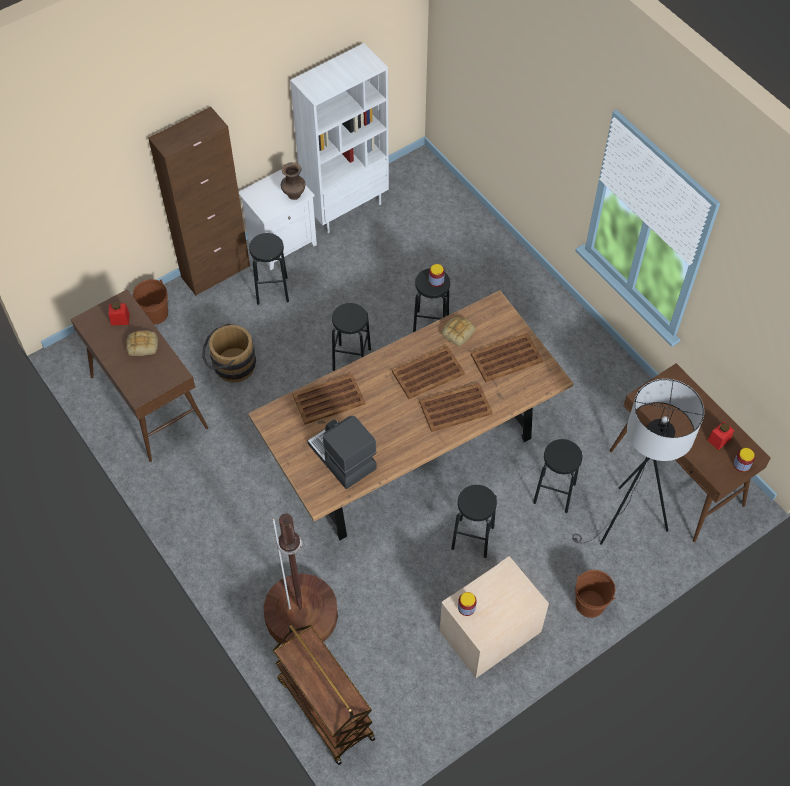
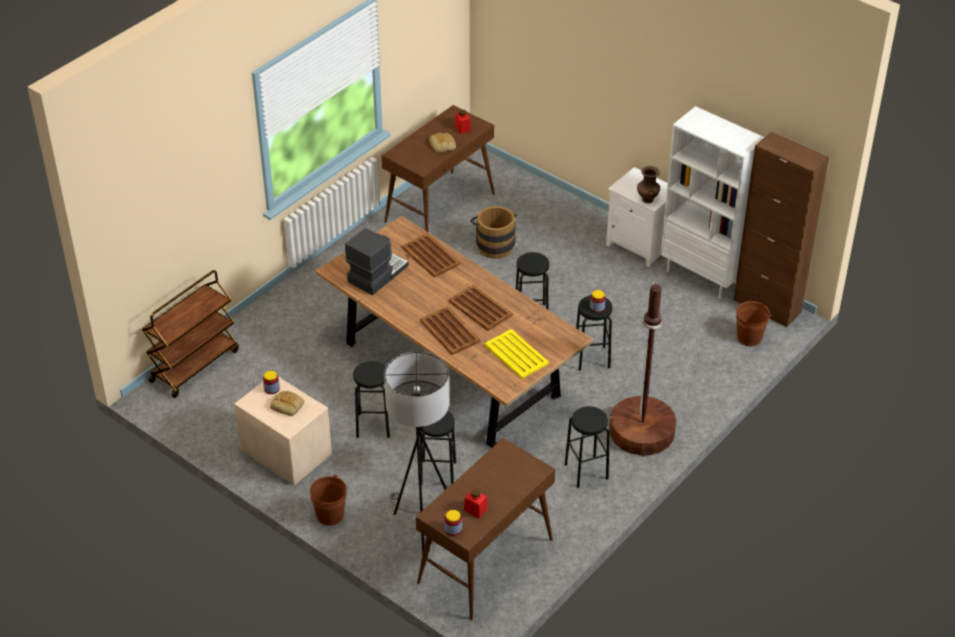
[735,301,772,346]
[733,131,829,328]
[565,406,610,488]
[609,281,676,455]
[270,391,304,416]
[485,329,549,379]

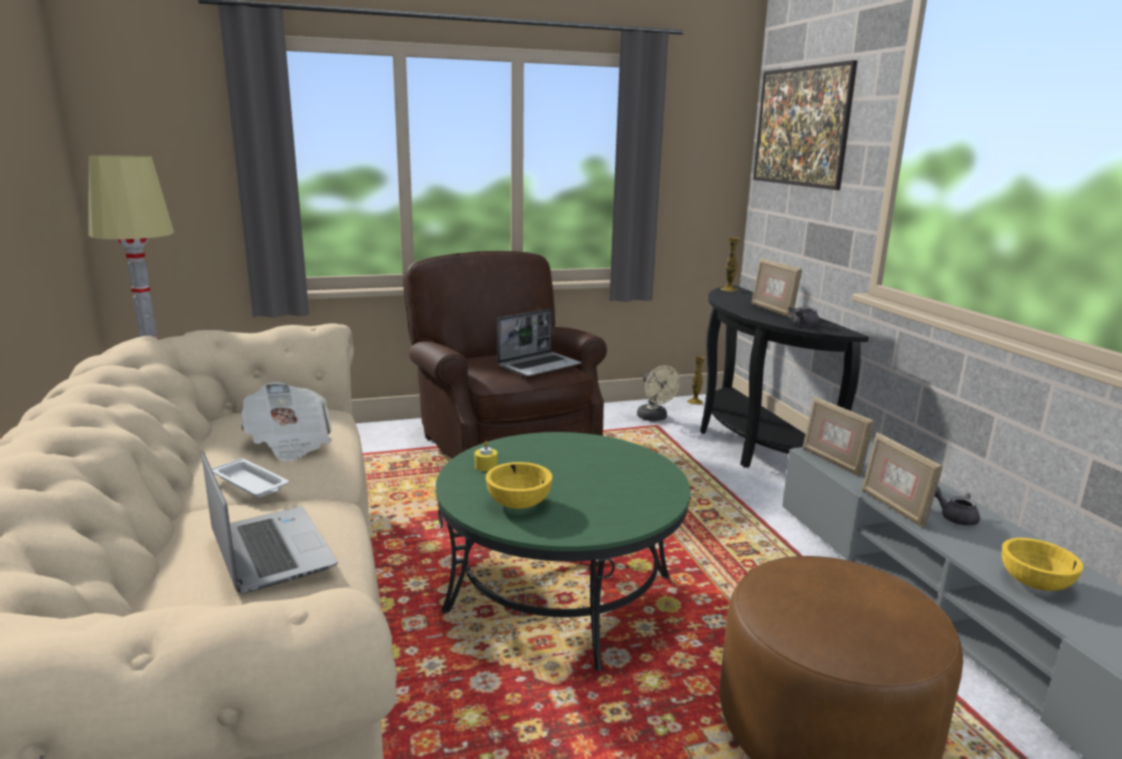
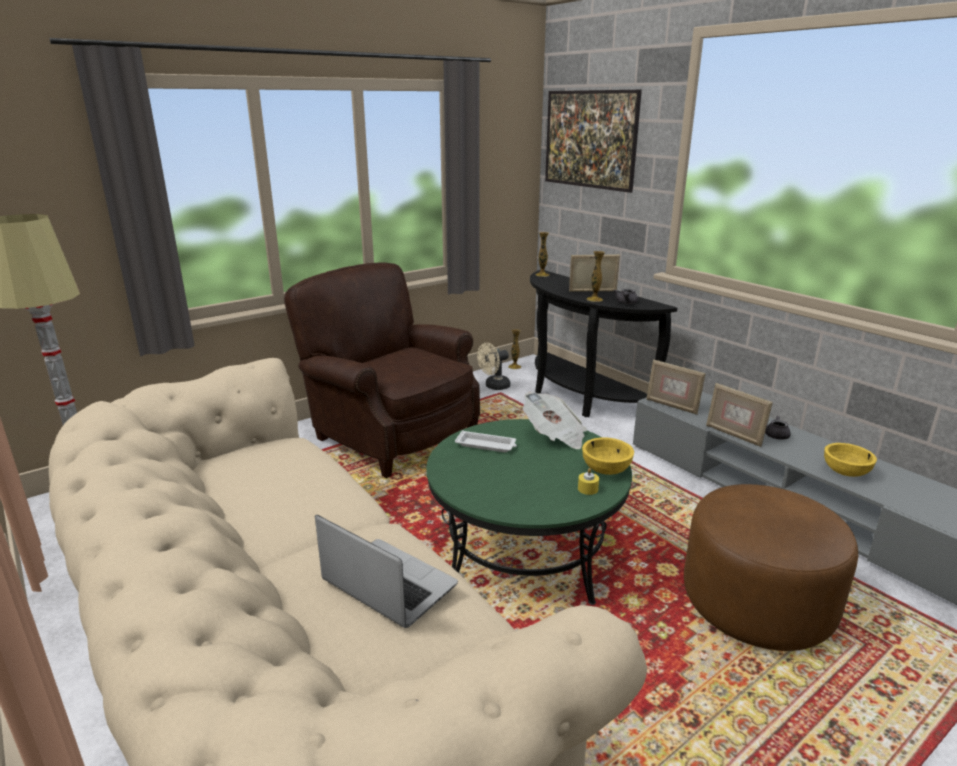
[497,309,581,377] (first image)
[587,251,605,302]
[455,430,517,453]
[523,392,587,449]
[578,468,599,495]
[582,437,634,475]
[477,343,510,390]
[569,254,620,292]

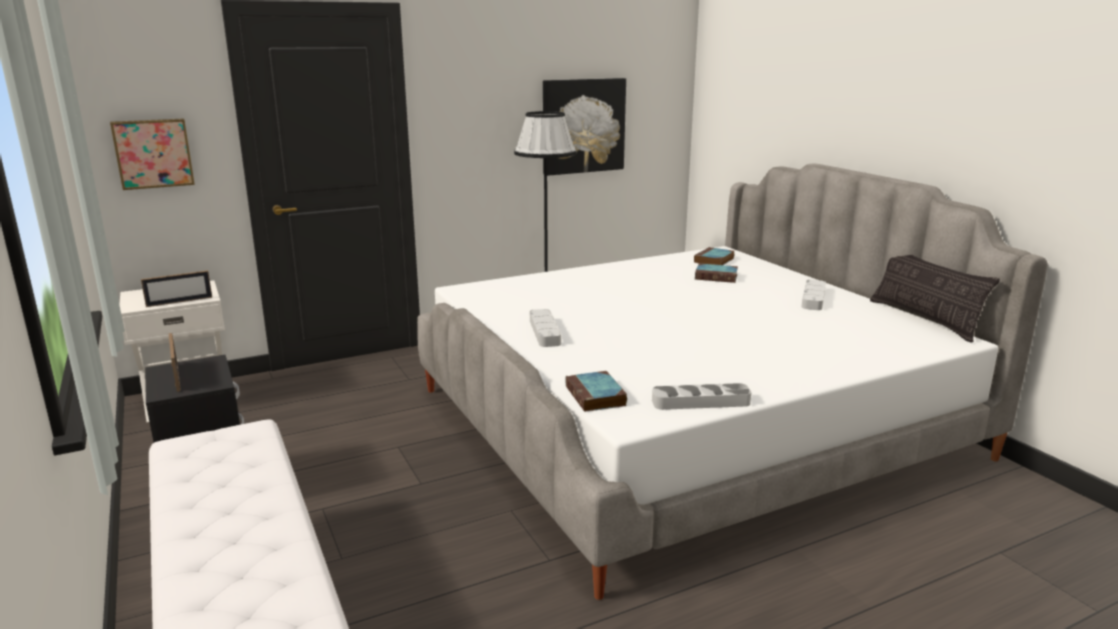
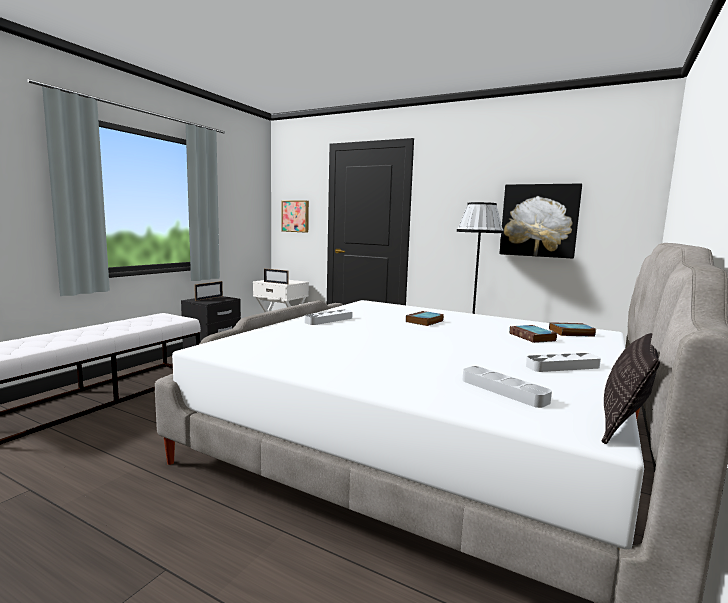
[406,311,444,326]
[463,366,552,408]

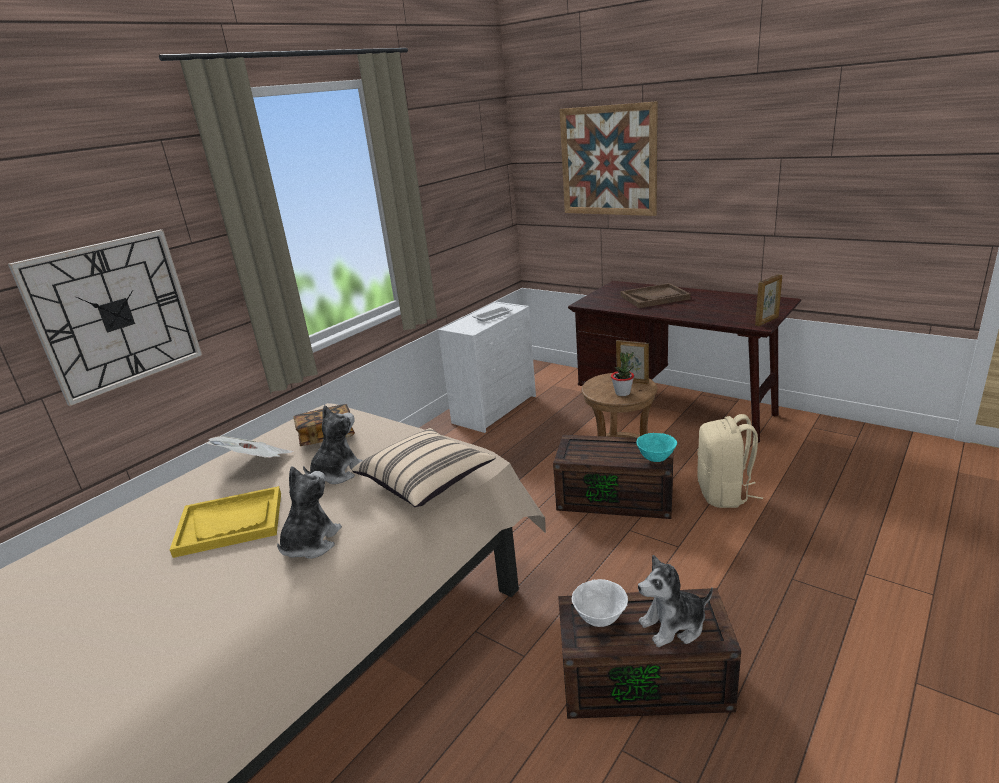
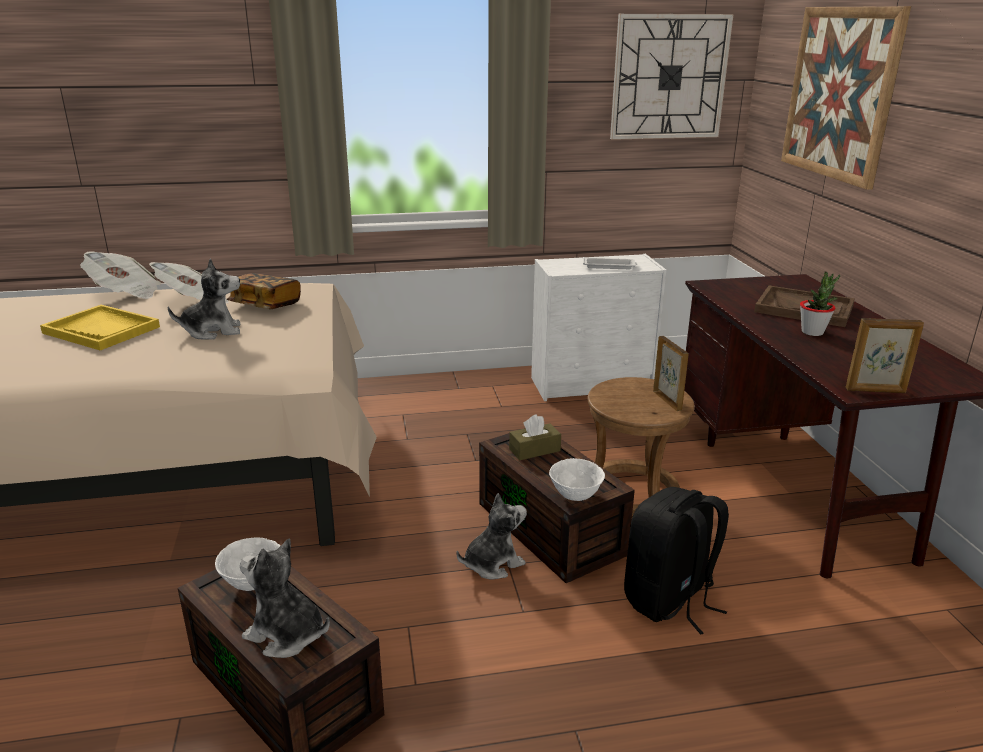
[352,428,496,507] (first image)
[80,251,161,299]
[509,414,561,460]
[610,14,734,140]
[456,493,527,580]
[800,271,840,336]
[549,458,605,501]
[624,487,729,635]

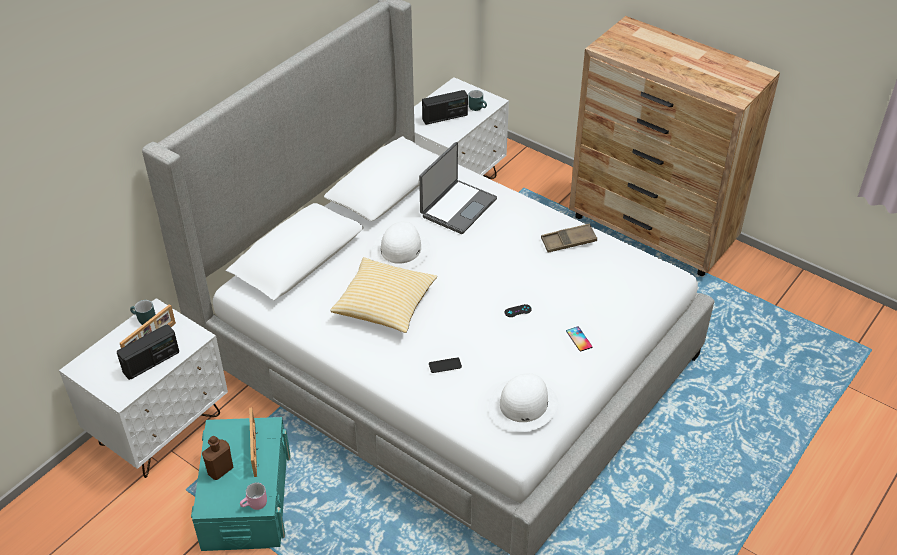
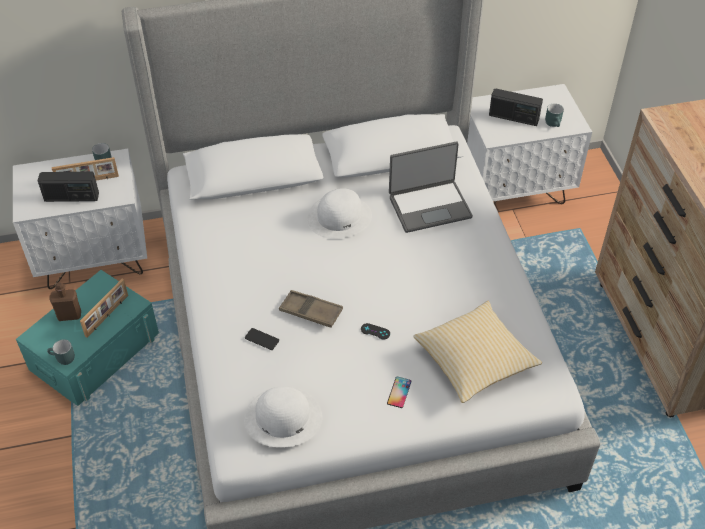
[413,301,542,403]
[279,290,343,328]
[47,339,75,365]

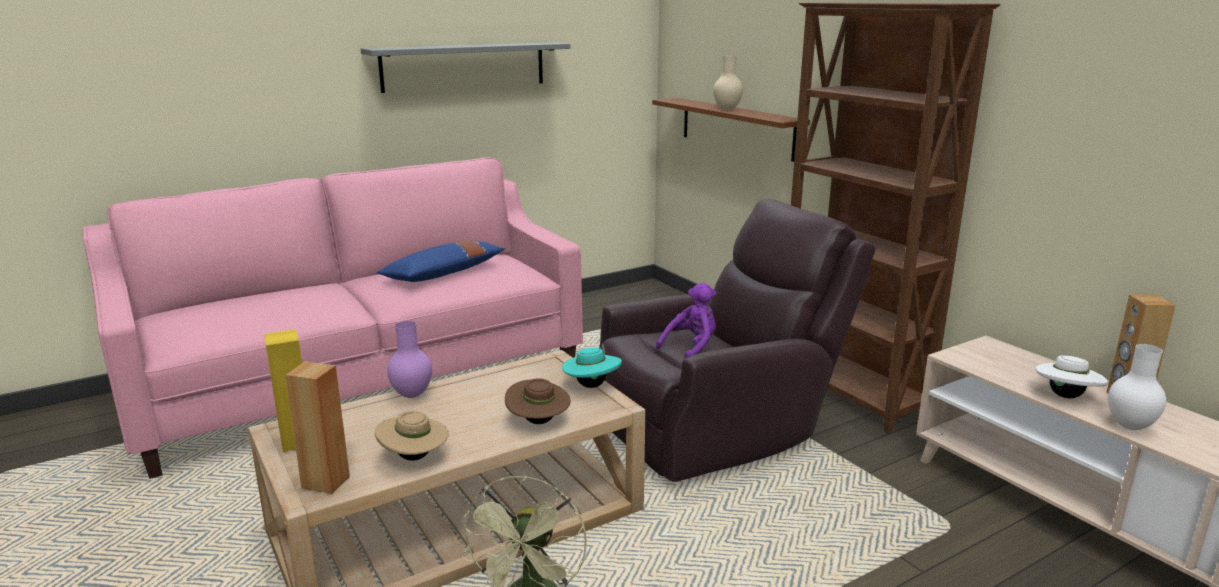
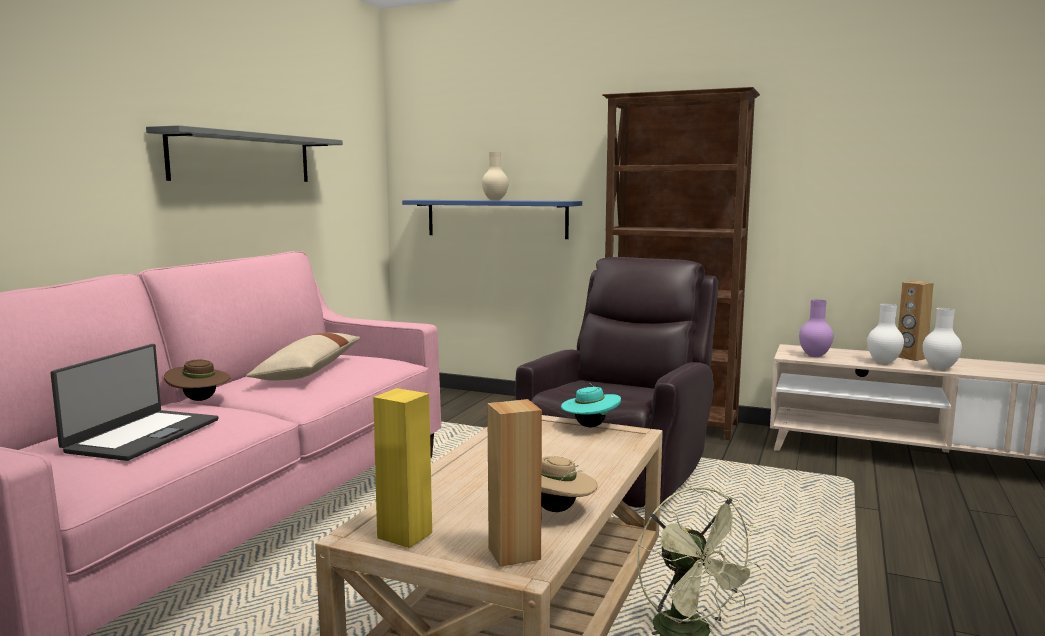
[656,283,716,358] (first image)
[50,344,219,461]
[799,300,834,357]
[164,360,230,401]
[867,304,904,364]
[246,333,361,381]
[402,200,582,239]

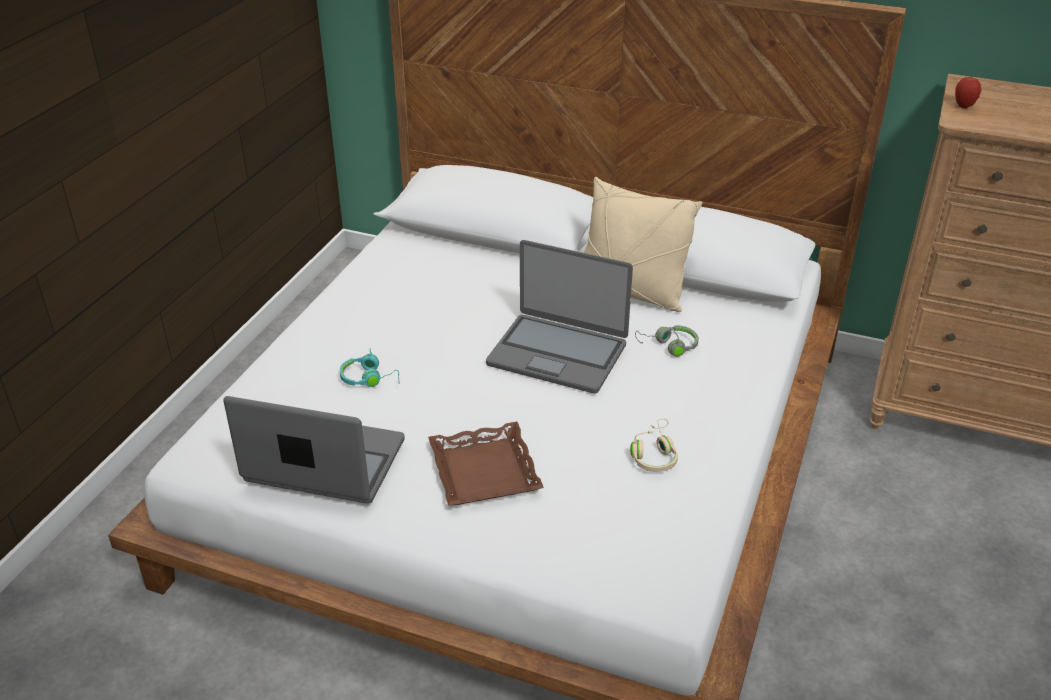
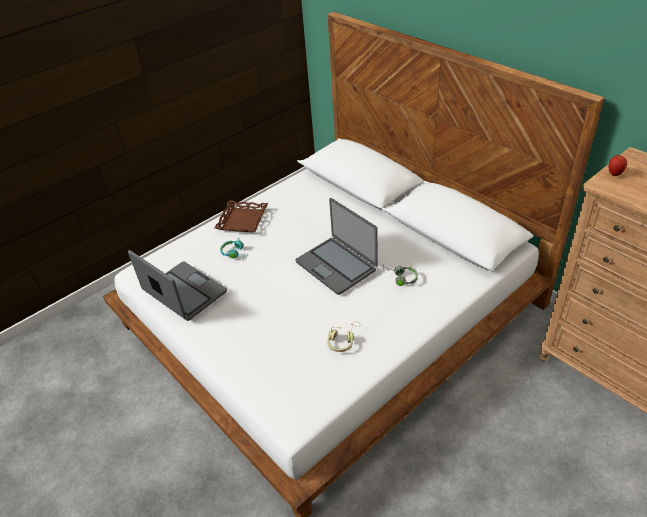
[584,177,703,312] (first image)
[214,200,268,233]

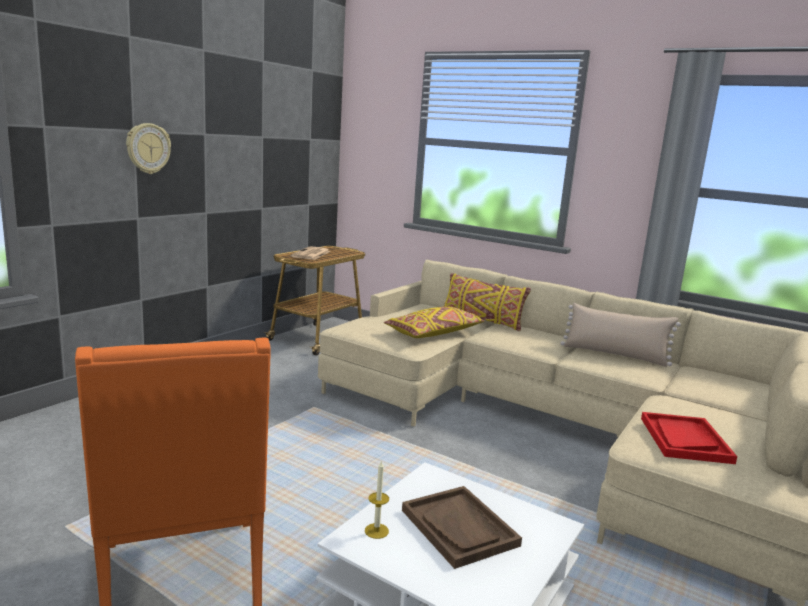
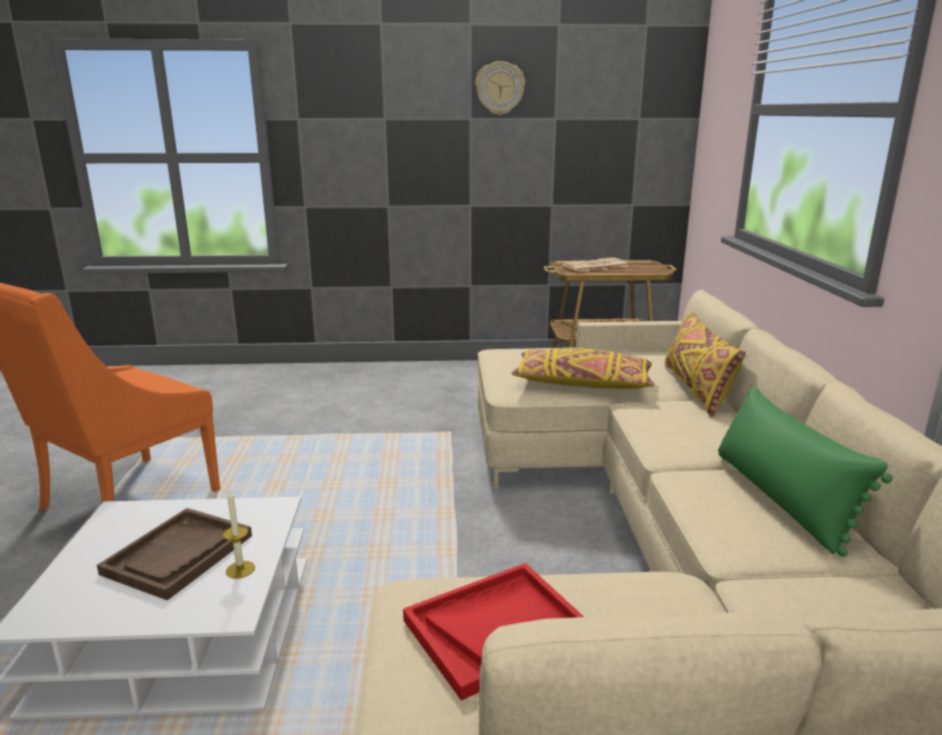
[475,61,525,115]
[223,490,255,579]
[718,386,893,556]

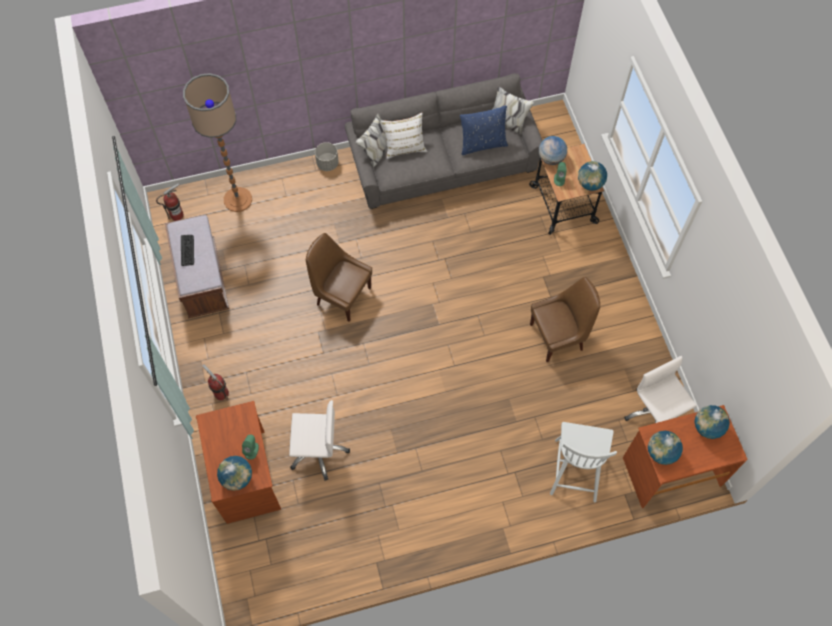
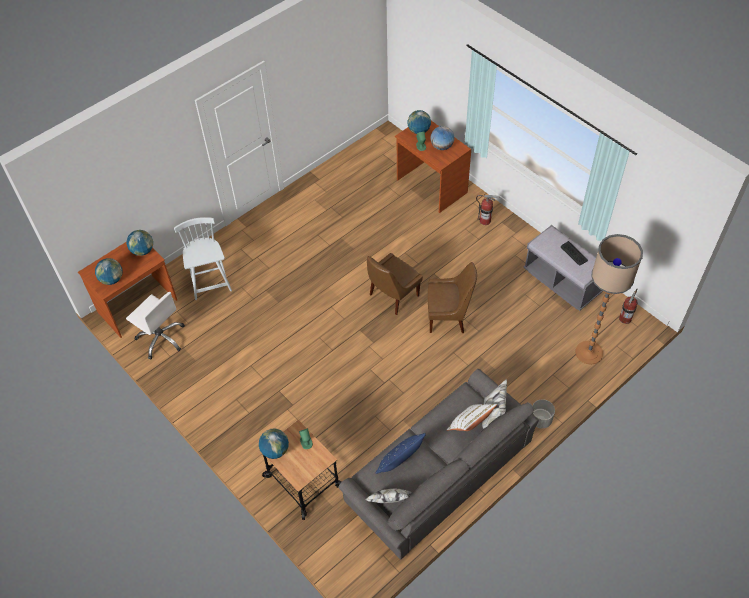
[289,400,350,481] (first image)
[367,253,423,315]
[430,126,454,150]
[523,225,603,311]

